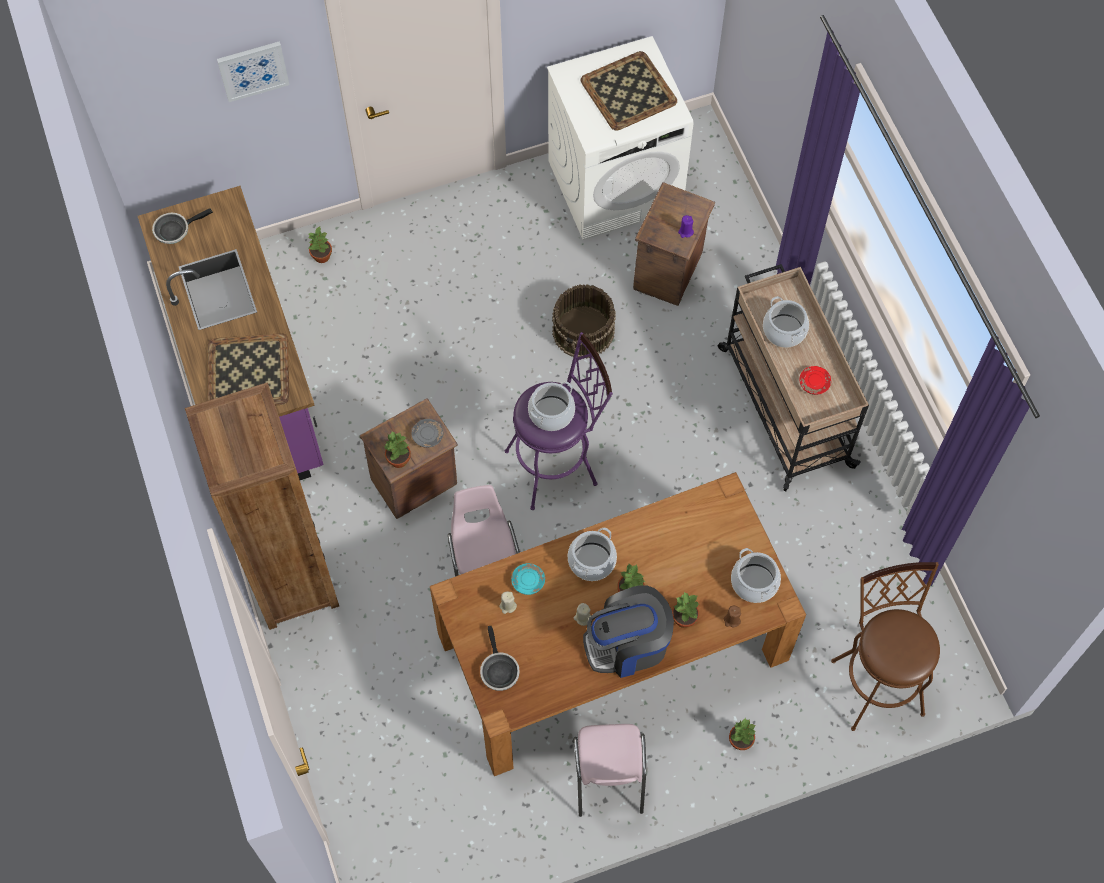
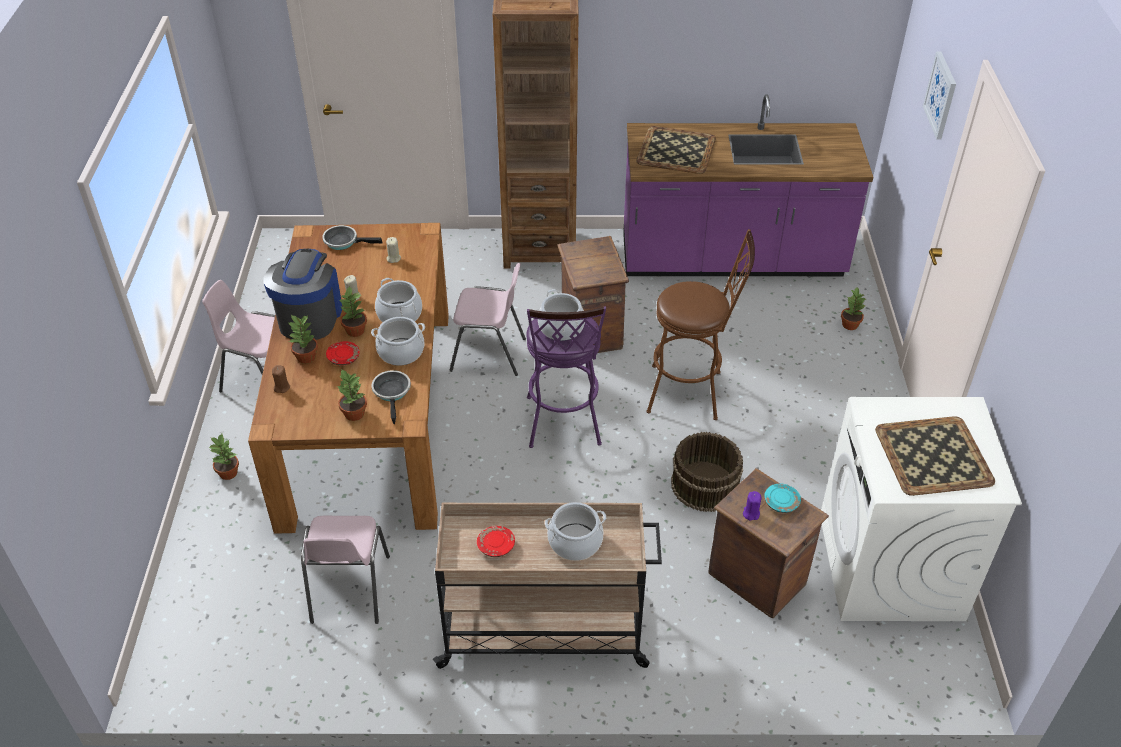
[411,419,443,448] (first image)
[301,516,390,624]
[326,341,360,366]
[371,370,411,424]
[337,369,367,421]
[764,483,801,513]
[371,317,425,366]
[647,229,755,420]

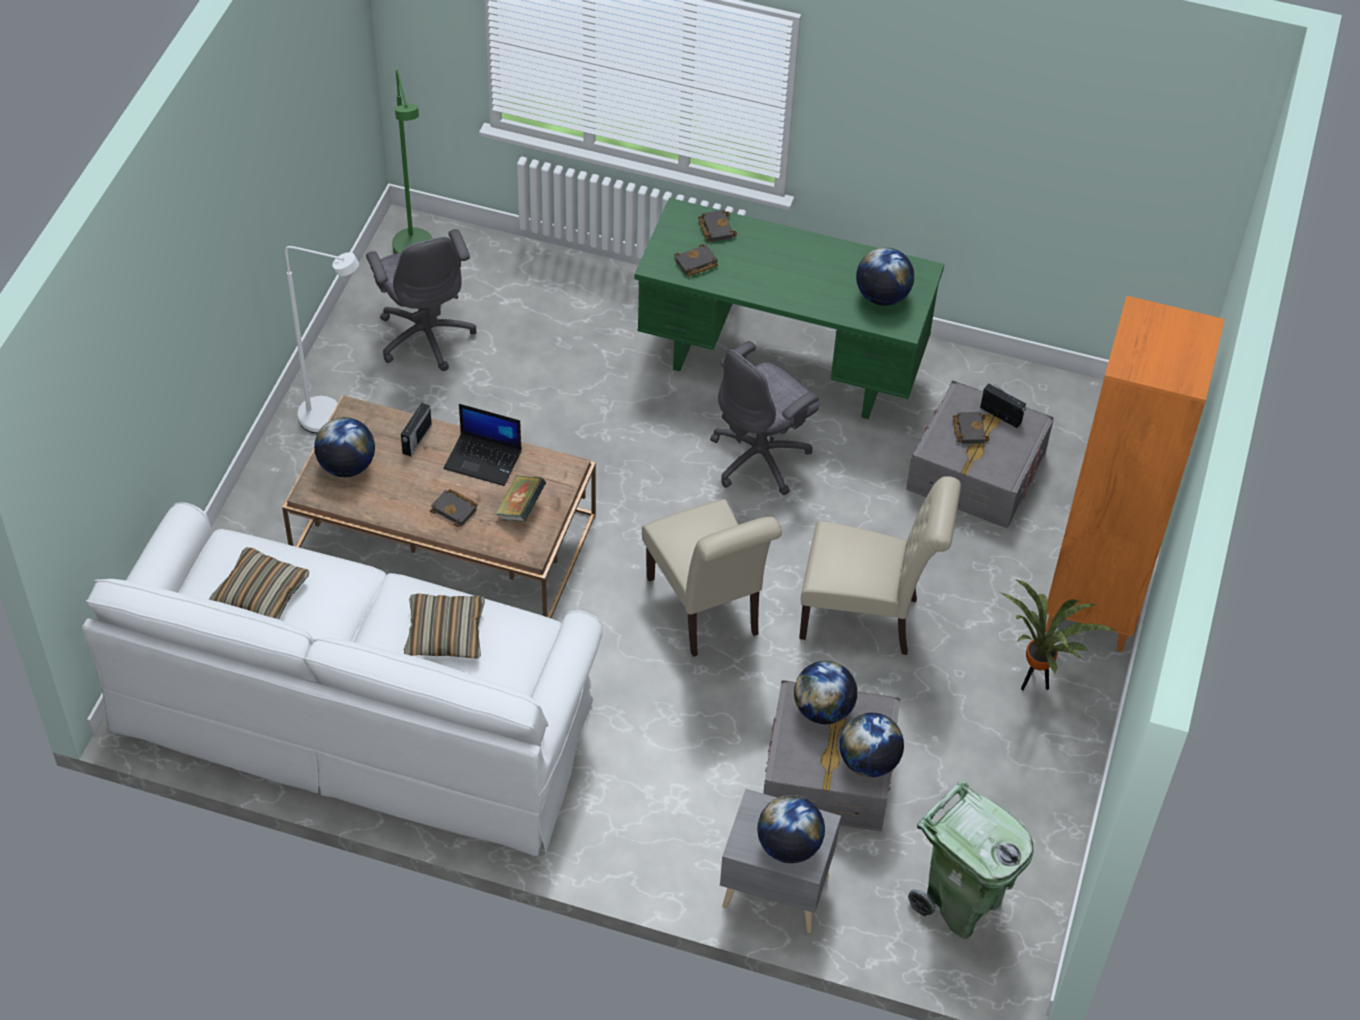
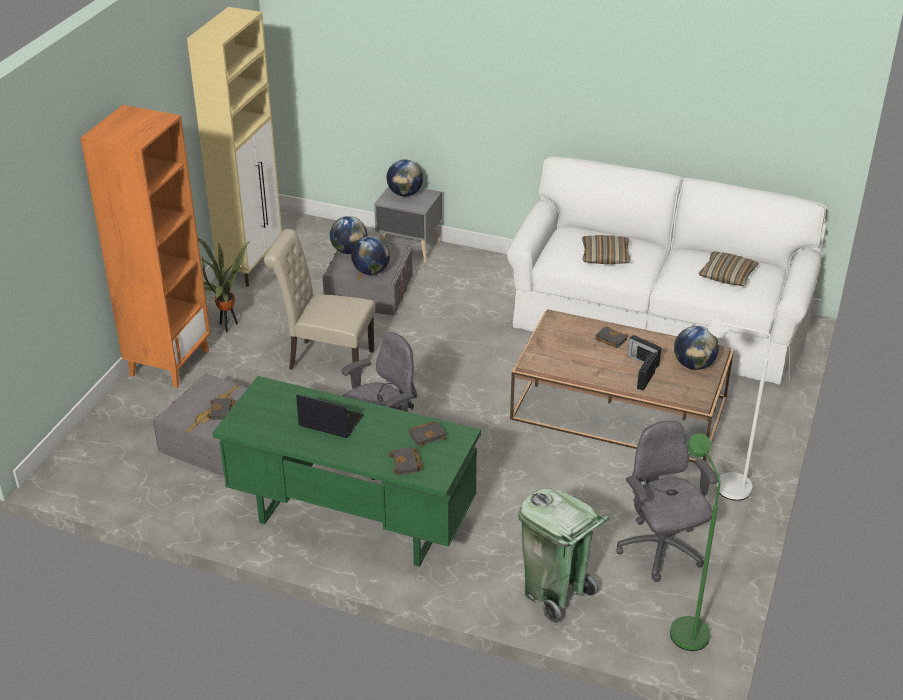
[495,475,546,522] (first image)
[642,499,782,657] (first image)
[856,247,914,306] (first image)
[187,7,282,287]
[296,394,364,438]
[518,488,609,625]
[628,335,662,369]

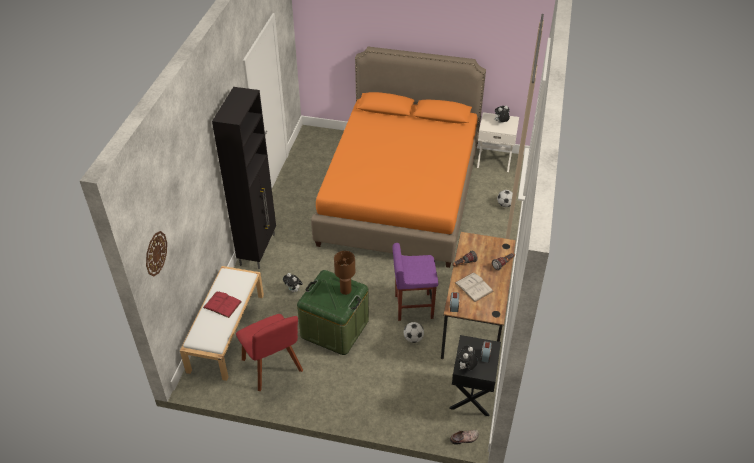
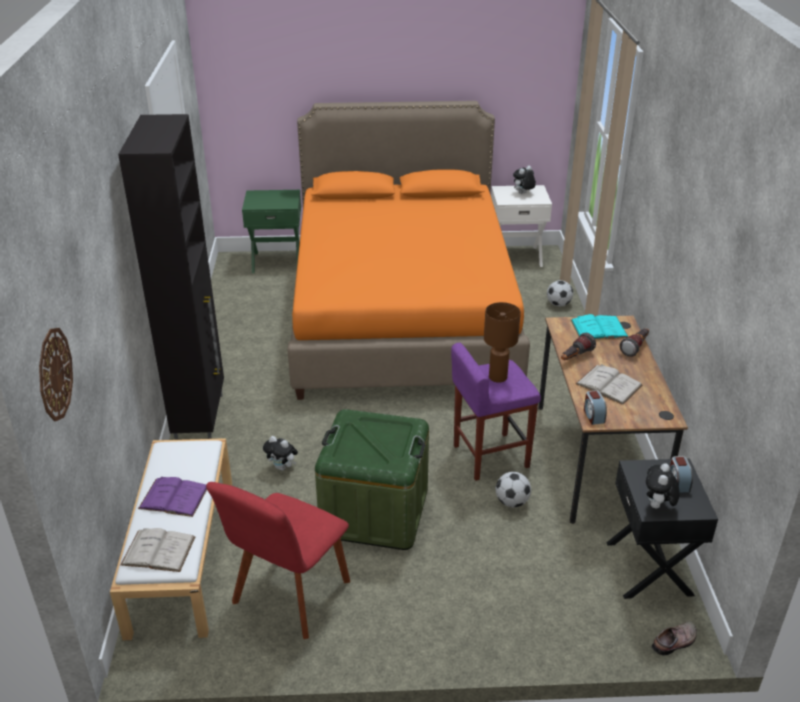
[120,528,195,572]
[242,190,301,273]
[571,314,628,339]
[484,302,521,383]
[138,477,207,517]
[206,482,350,639]

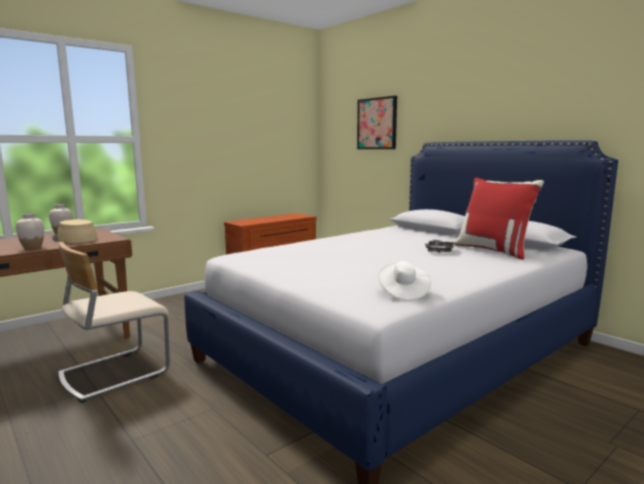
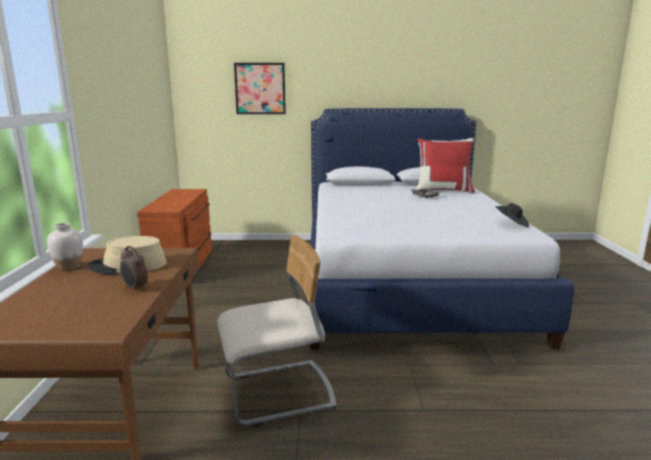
[120,246,148,292]
[495,203,529,228]
[217,235,337,426]

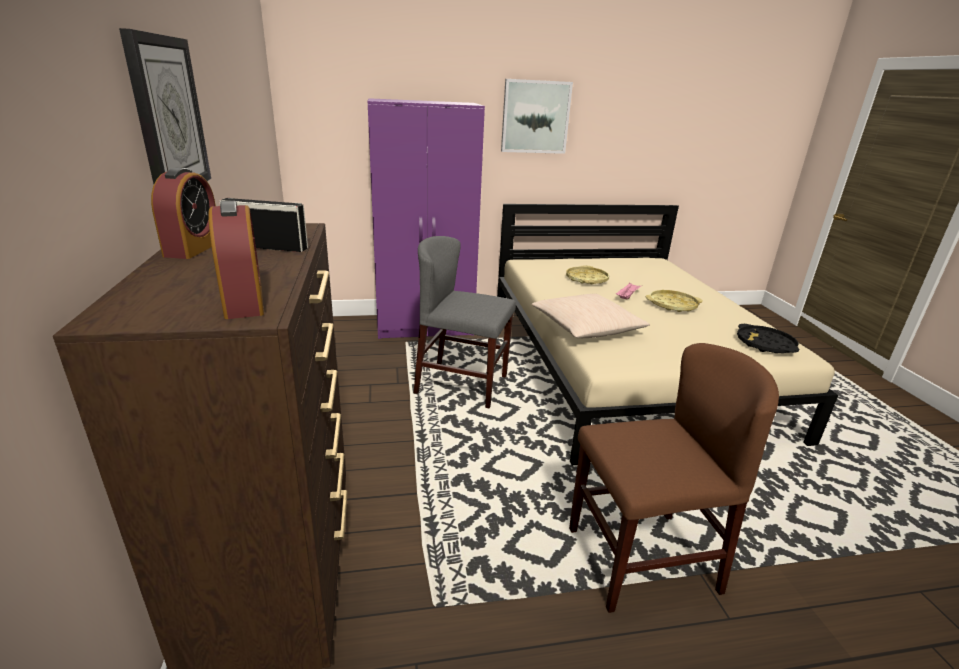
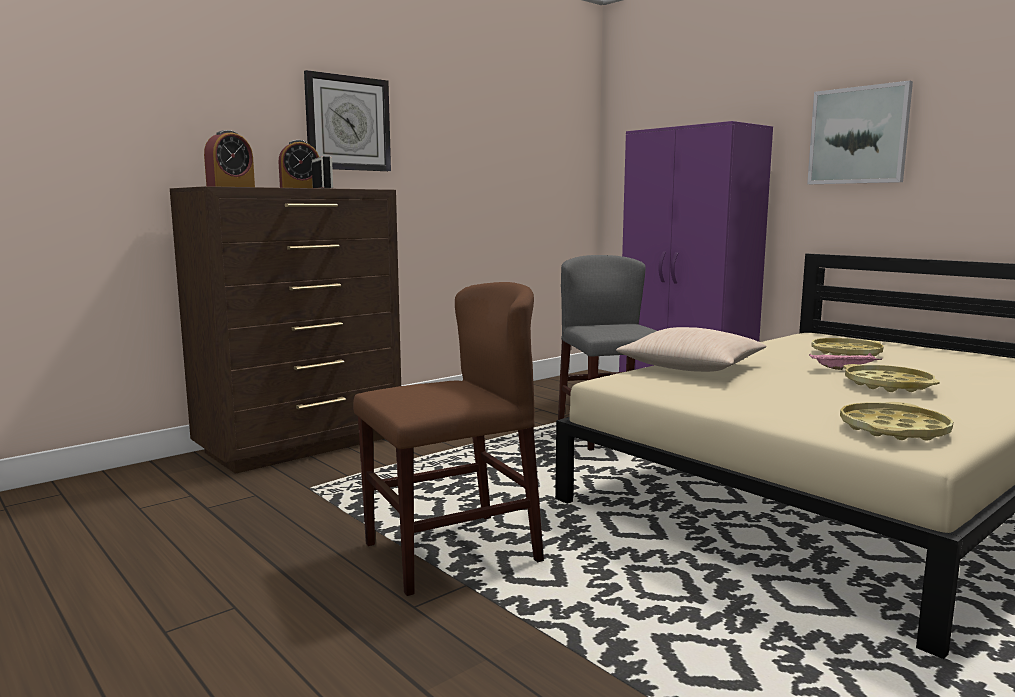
[840,402,954,441]
[353,282,544,596]

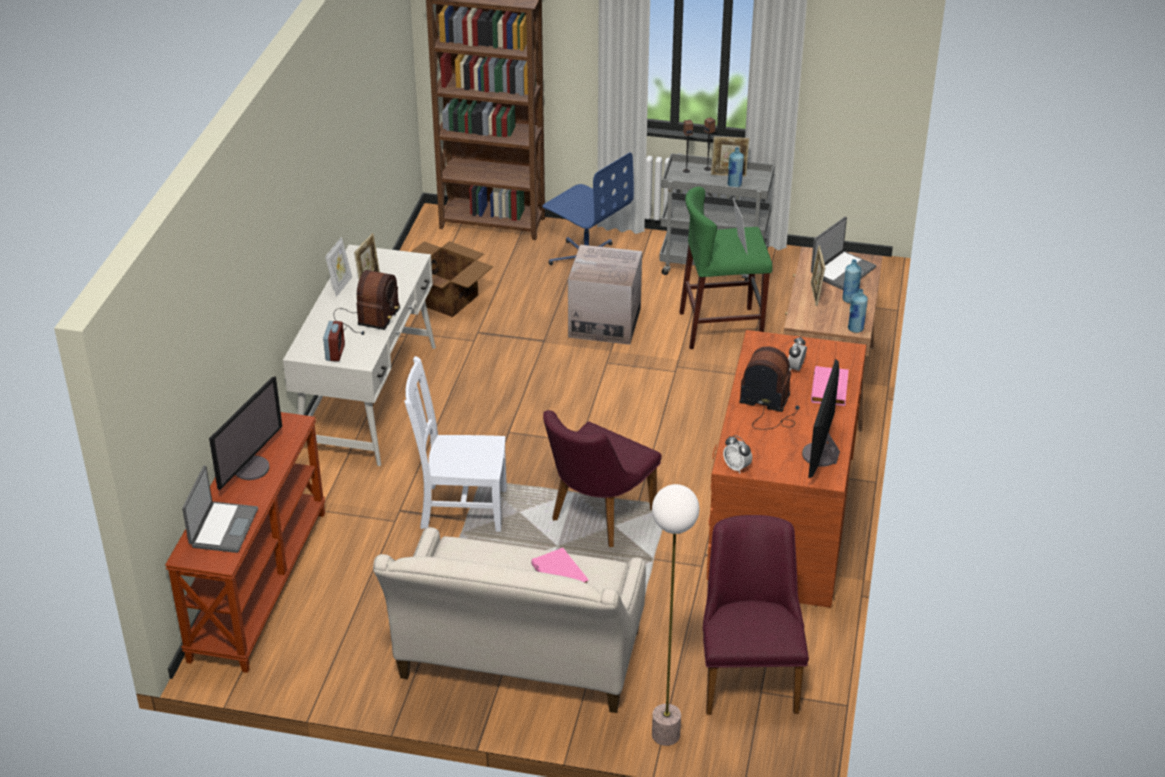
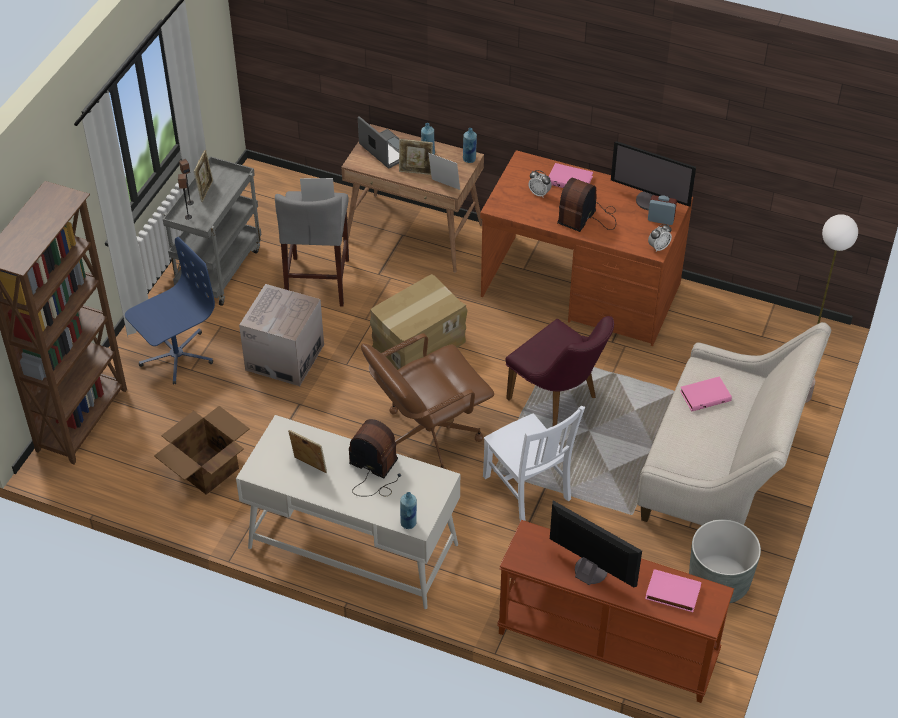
[703,515,809,715] (first image)
[361,333,494,469]
[370,274,467,370]
[689,519,761,603]
[648,195,677,225]
[428,153,460,190]
[400,492,417,529]
[645,569,701,612]
[275,191,349,307]
[483,406,585,521]

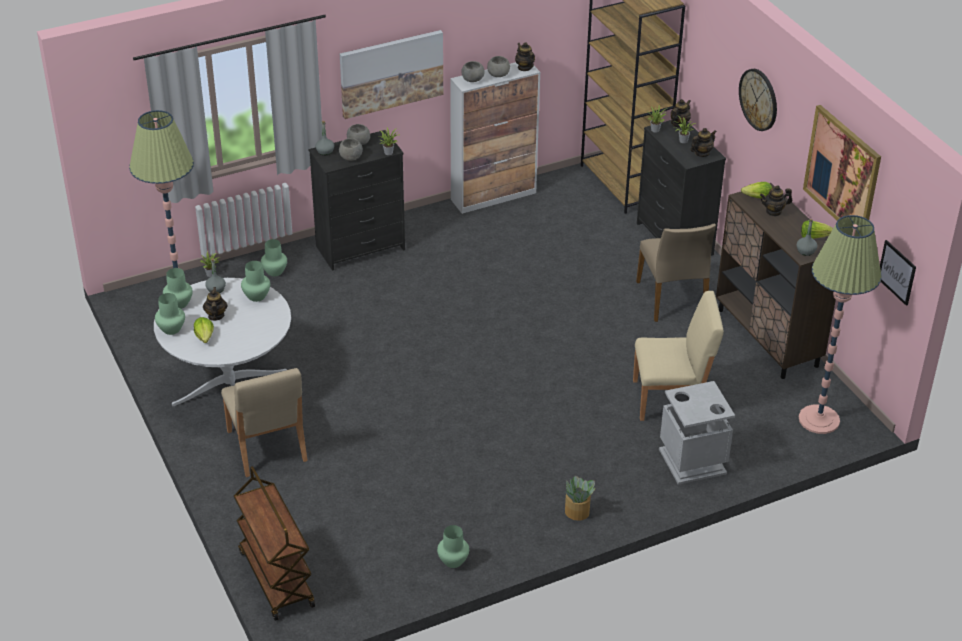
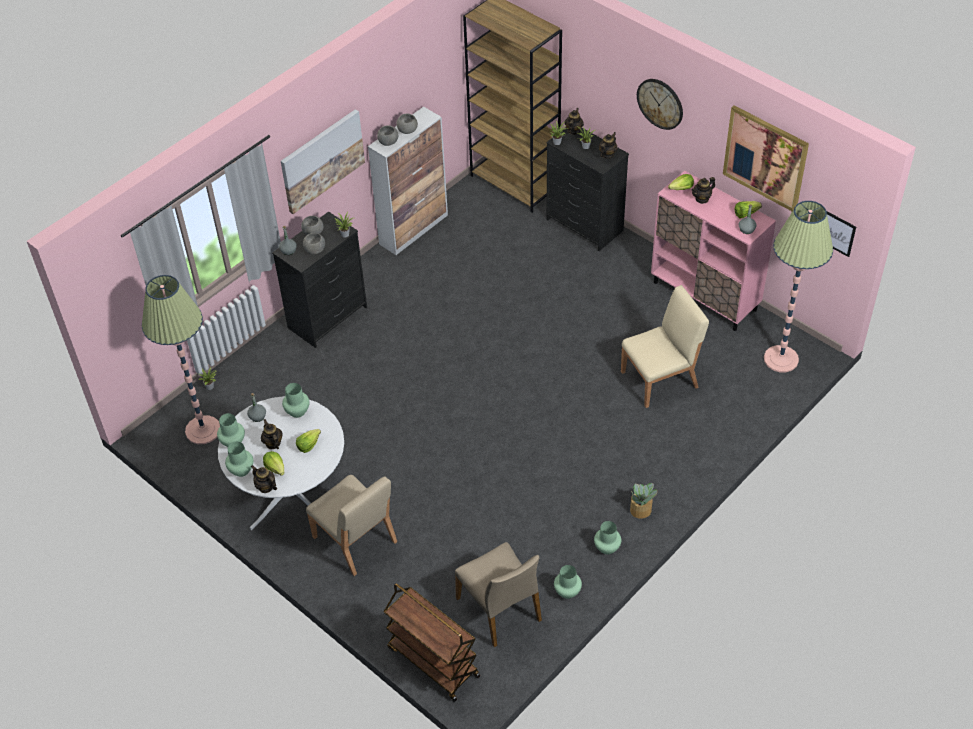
[659,381,735,485] (first image)
[296,429,321,453]
[594,521,621,555]
[251,465,277,493]
[455,542,542,647]
[651,171,776,331]

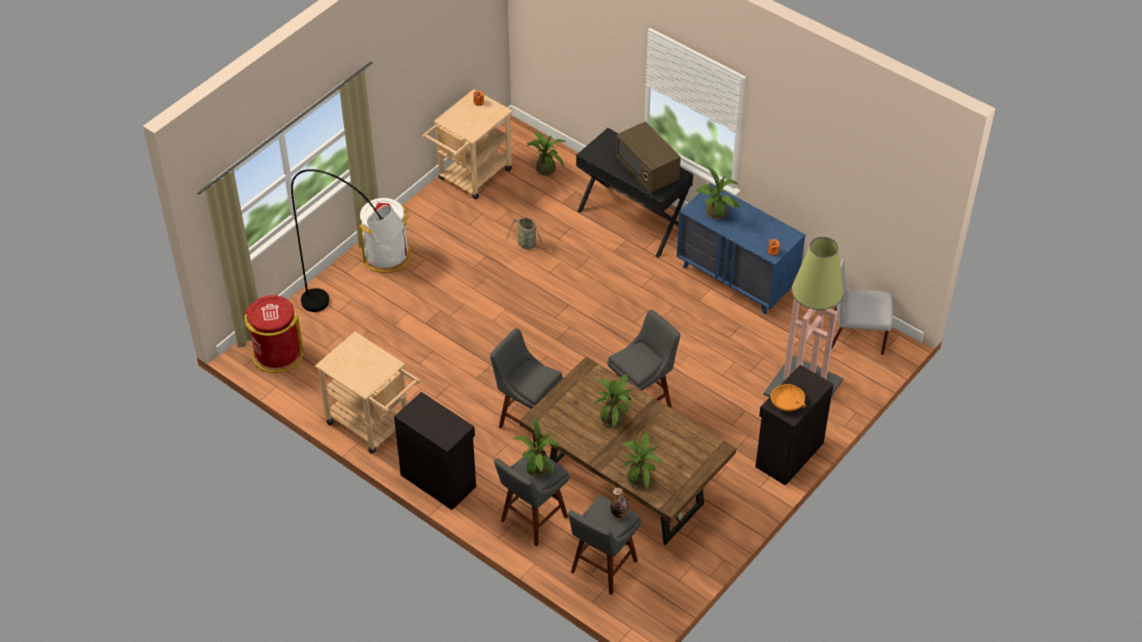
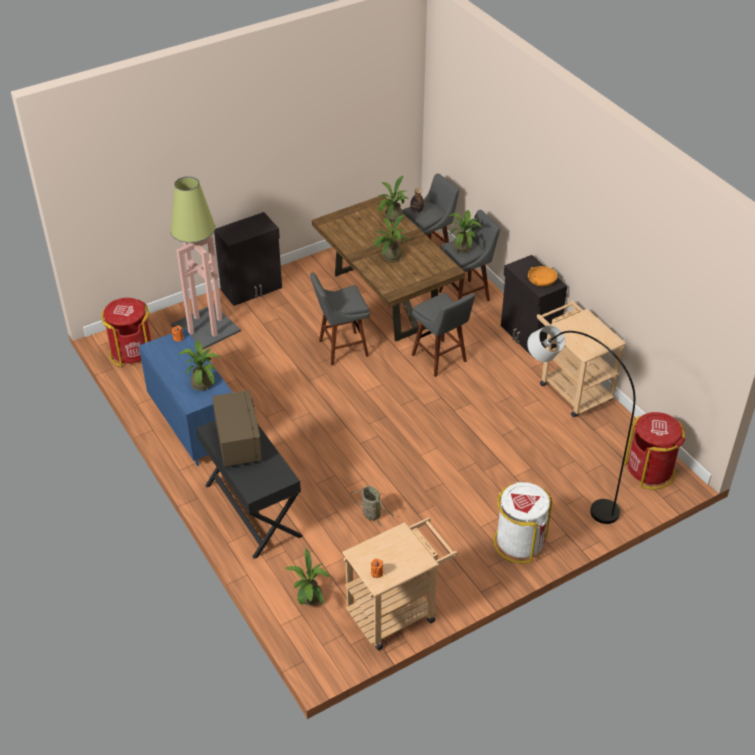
[528,266,557,286]
[101,298,151,367]

